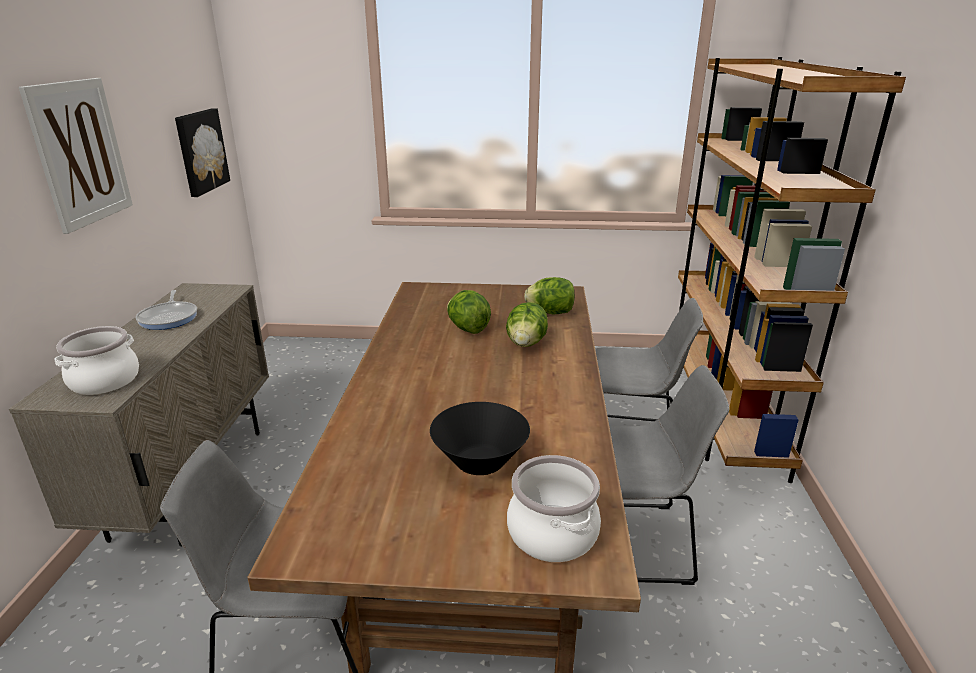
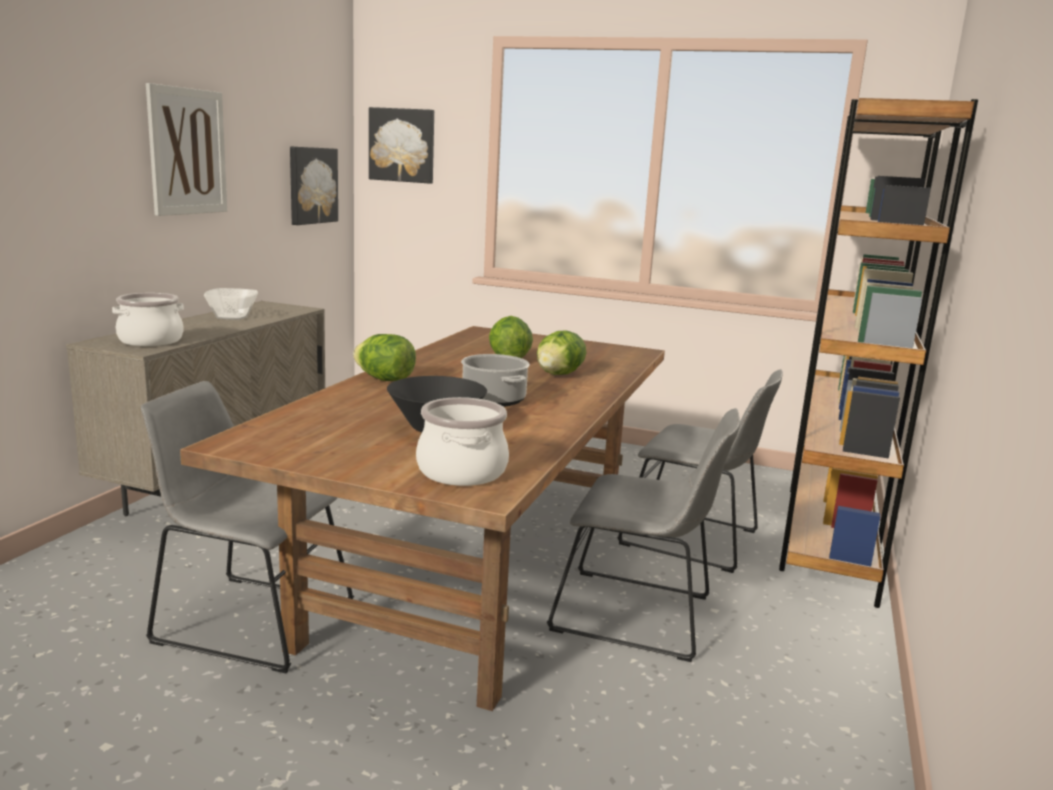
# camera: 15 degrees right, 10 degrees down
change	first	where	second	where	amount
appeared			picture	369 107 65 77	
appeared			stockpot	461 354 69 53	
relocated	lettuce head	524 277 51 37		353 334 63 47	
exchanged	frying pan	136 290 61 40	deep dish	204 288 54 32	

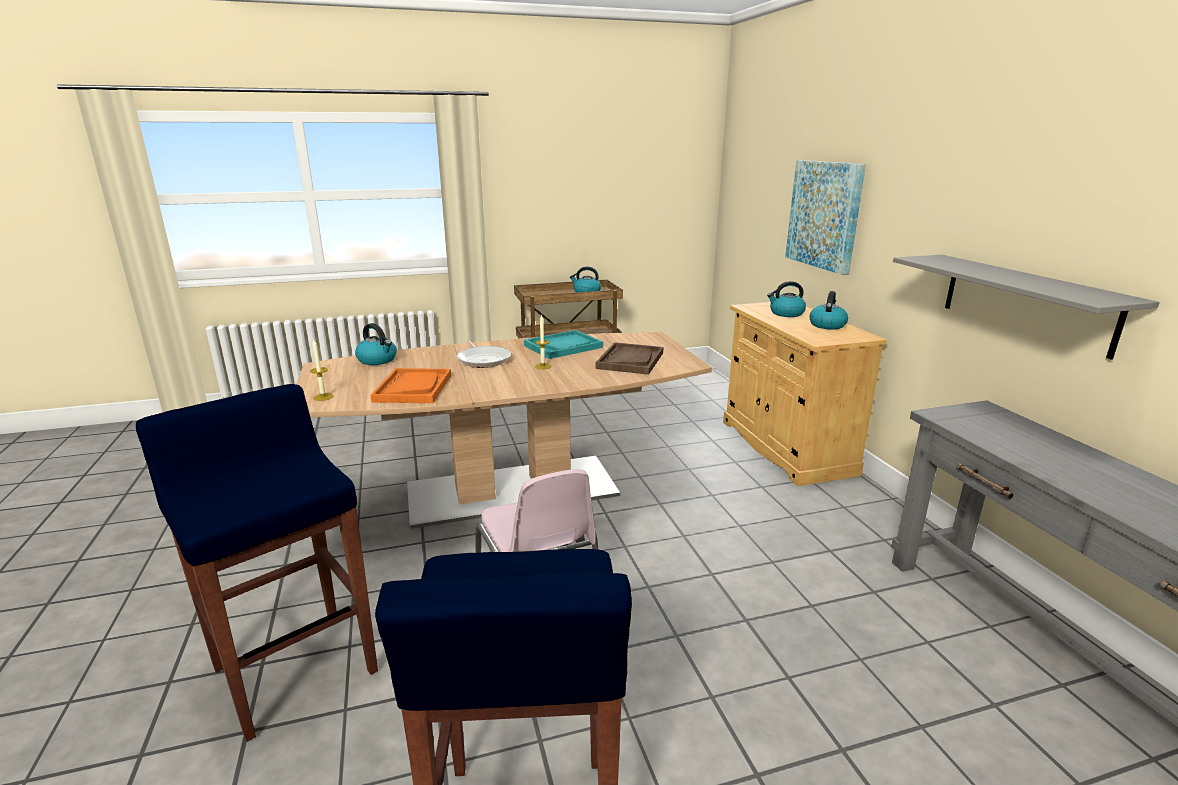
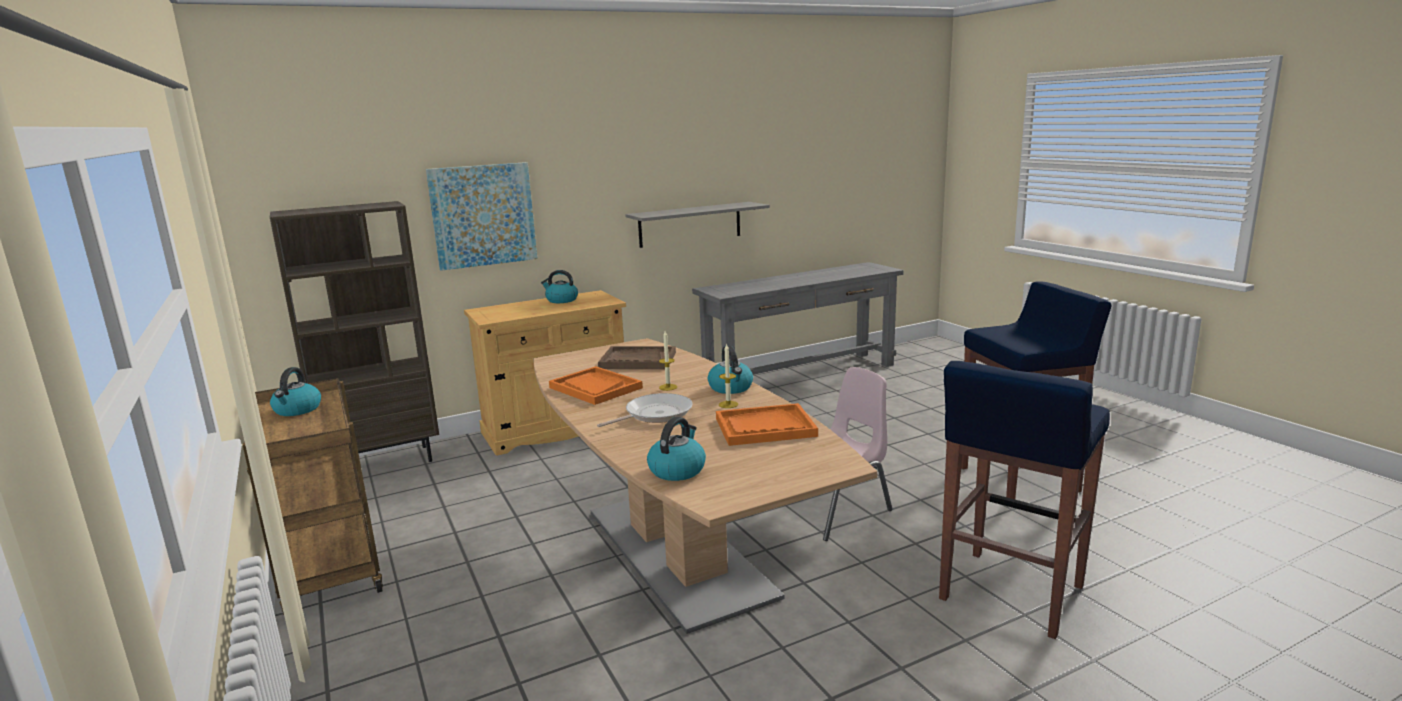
# camera: 100 degrees left, 5 degrees down
change	first	where	second	where	amount
appeared			bookshelf (brownish)	270 201 169 261	
relocated	wax candle	310 340 23 61		719 343 19 65	
relocated	kettle	767 281 39 36		708 345 45 49	
colour	tray (blue-green)	524 330 79 29	tray (orangey)	549 366 94 39	

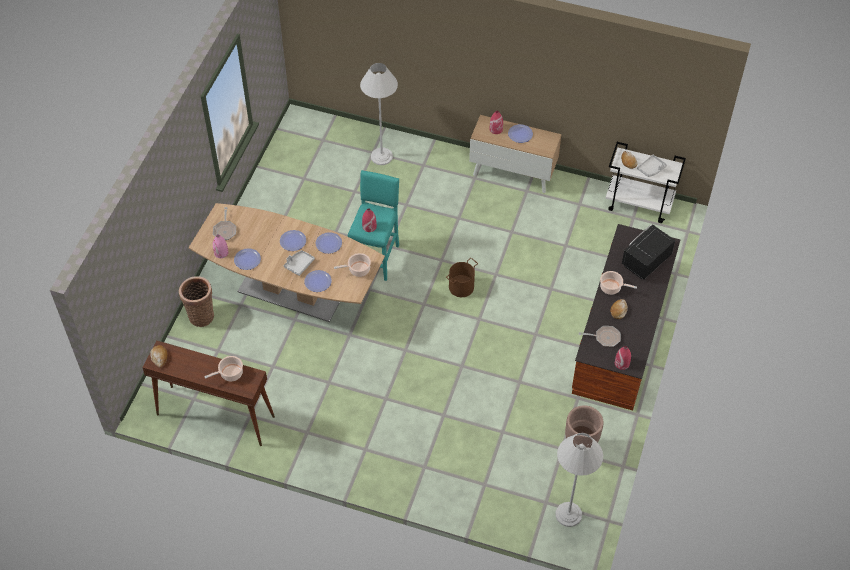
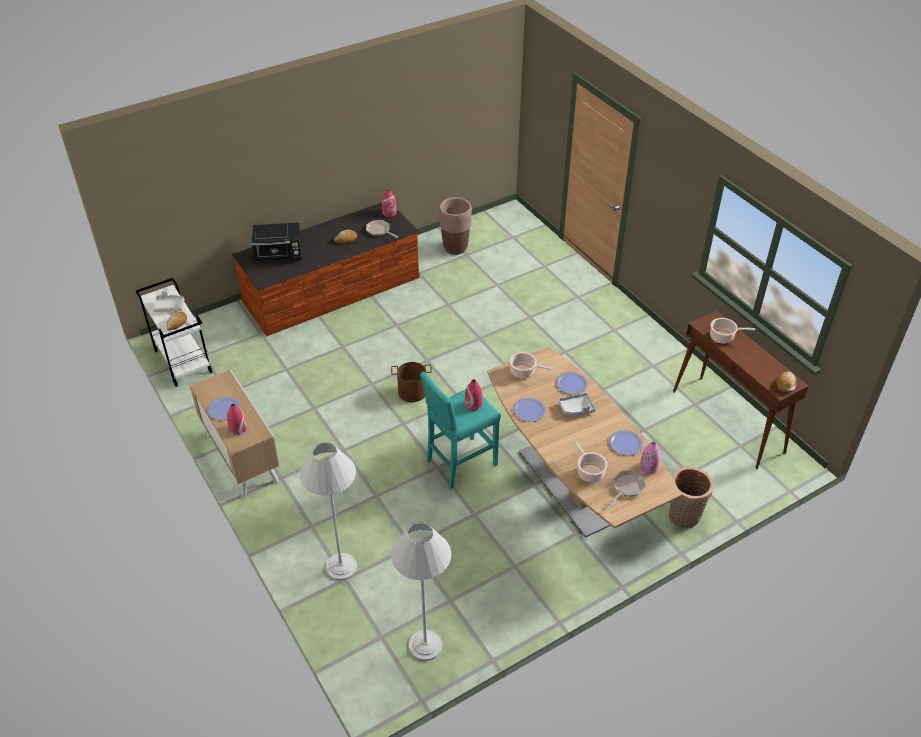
# camera: 140 degrees left, 10 degrees down
change	first	where	second	where	amount
missing	dinner plate	280 230 26 21			
relocated	floor lamp (white-coloured)	555 433 48 94		391 522 60 139	
relocated	stockpot	600 271 37 24		573 440 35 43	

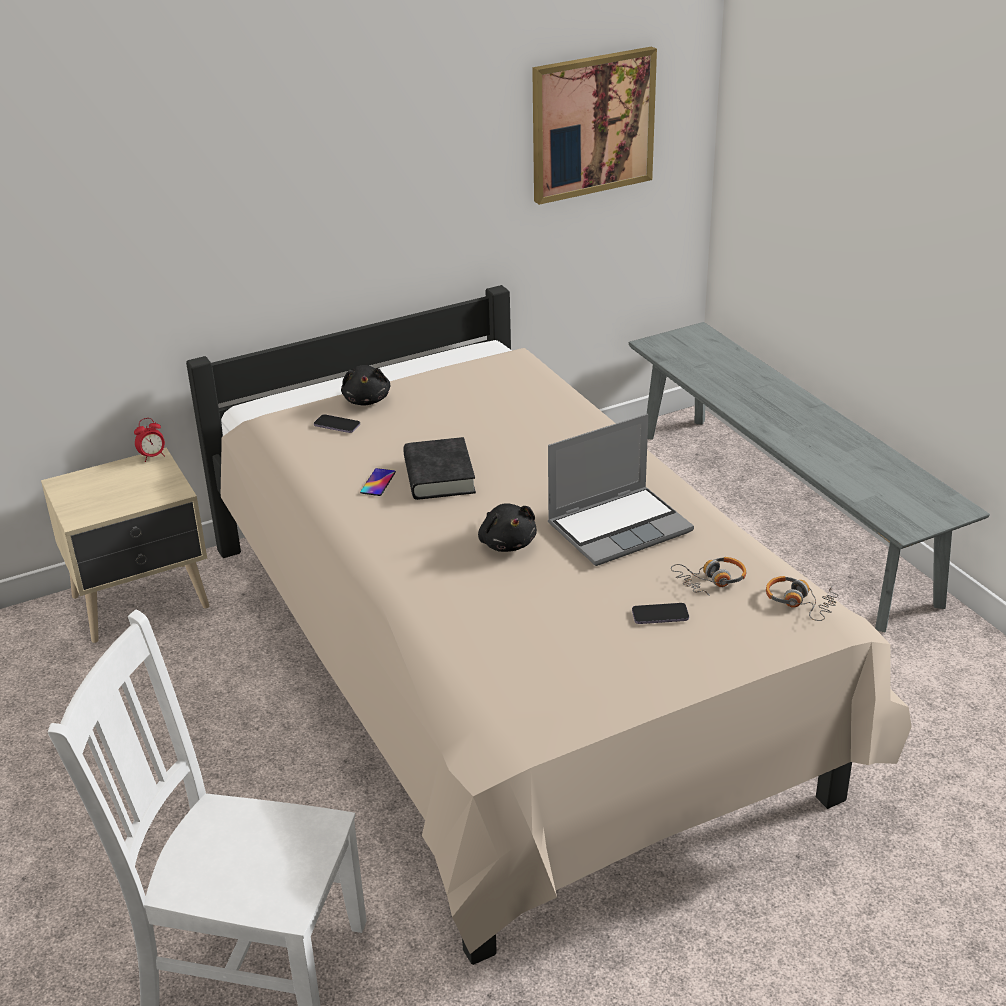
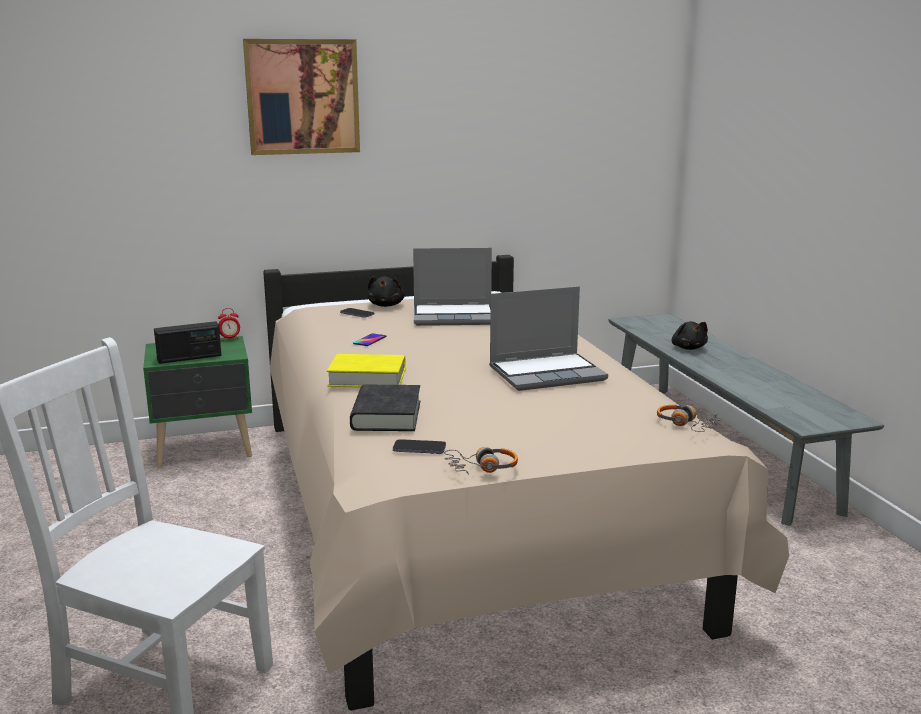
# camera: 10 degrees right, 15 degrees down
change	first	where	second	where	amount
appeared			radio set	154 321 67 43	
appeared			book (yellowish)	327 354 79 34	
appeared			portable computer	413 248 79 78	
relocated	book (blackish)	403 437 73 63		350 385 70 46	
relocated	plush toy (blackish)	478 503 59 49		672 321 36 29	
relocated	picture	532 46 125 159		243 39 117 116	
relocated	phone	632 603 57 21		393 439 53 15	
relocated	headset	671 557 75 39		444 447 74 28	
colour	nightstand (beige-coloured)	41 448 168 195	nightstand (green)	143 336 109 132	

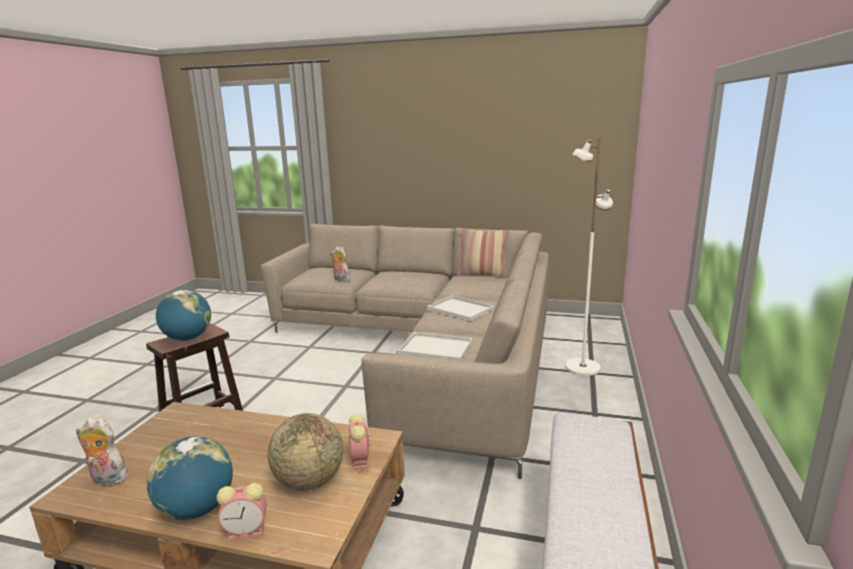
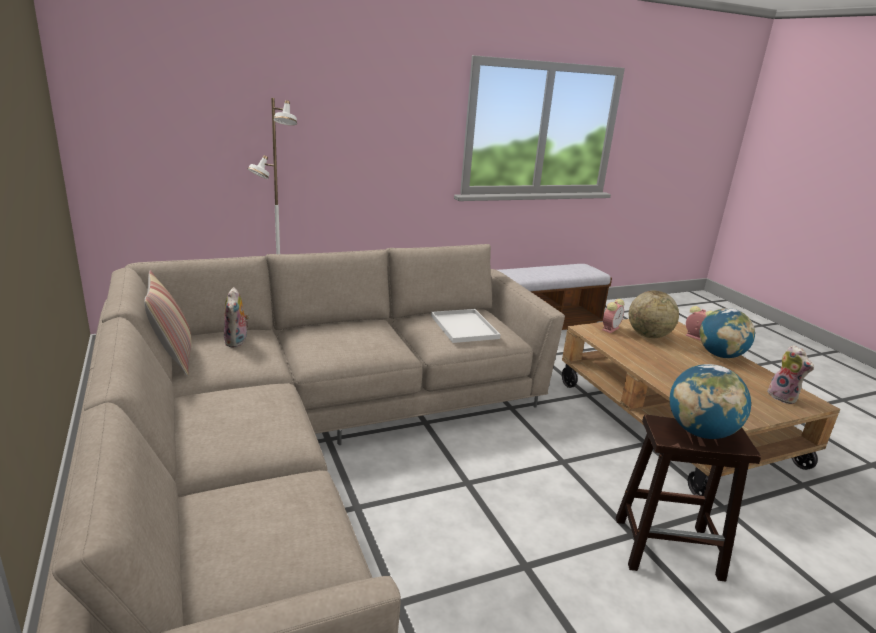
# camera: 130 degrees left, 5 degrees up
change	first	where	second	where	amount
missing	tray (white-coloured)	427 295 67 27			
relocated	plush toy	330 247 20 35		224 287 26 60	

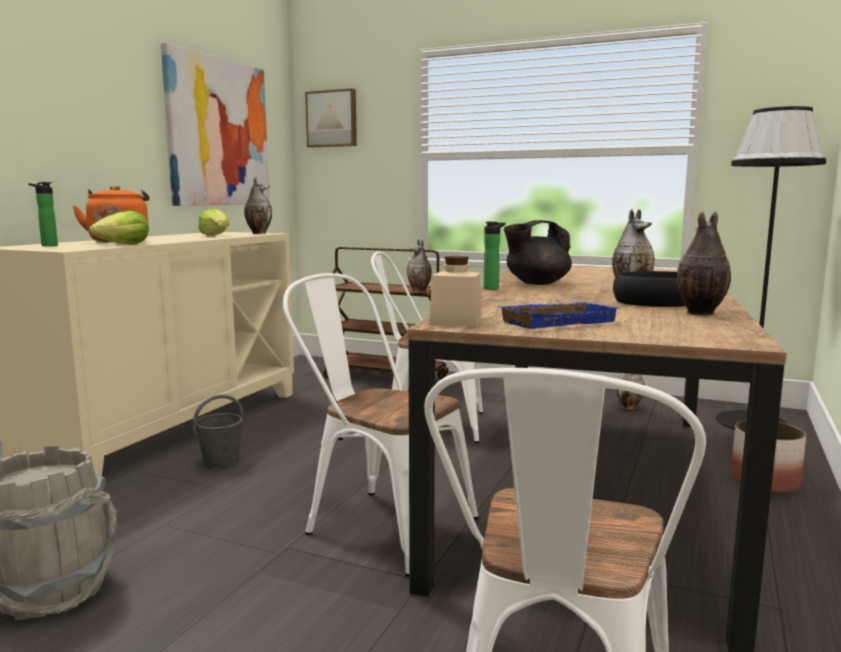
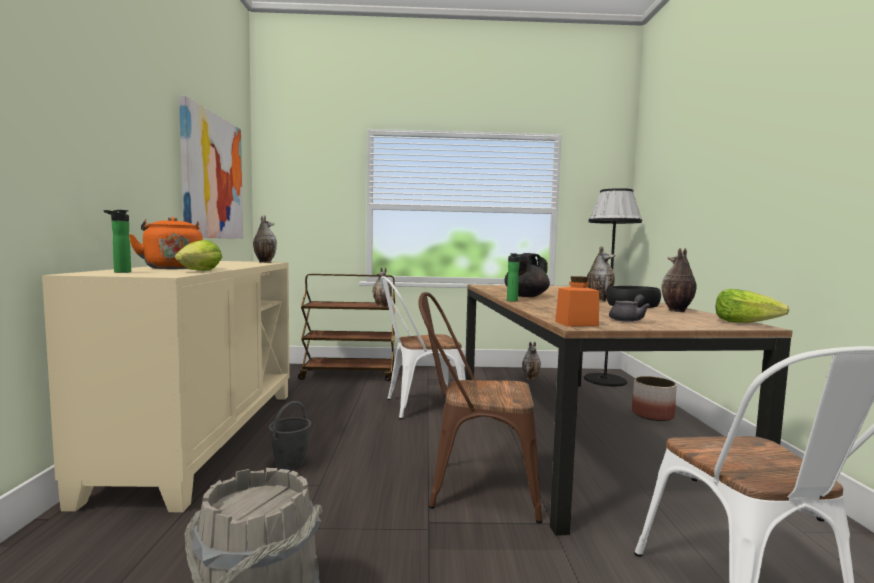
# camera: 25 degrees left, 5 degrees down
change	first	where	second	where	amount
missing	picture	305 88 52 60			
relocated	lettuce head	198 208 32 28		715 289 75 34	
exchanged	tray (blue)	497 302 122 27	teapot (grey)	609 294 41 28	
colour	plain chair (white-coloured)	283 273 196 304	plain chair (brownish)	418 292 124 231	
colour	jar (beige-coloured)	429 256 53 70	jar (orangey)	555 276 44 50	

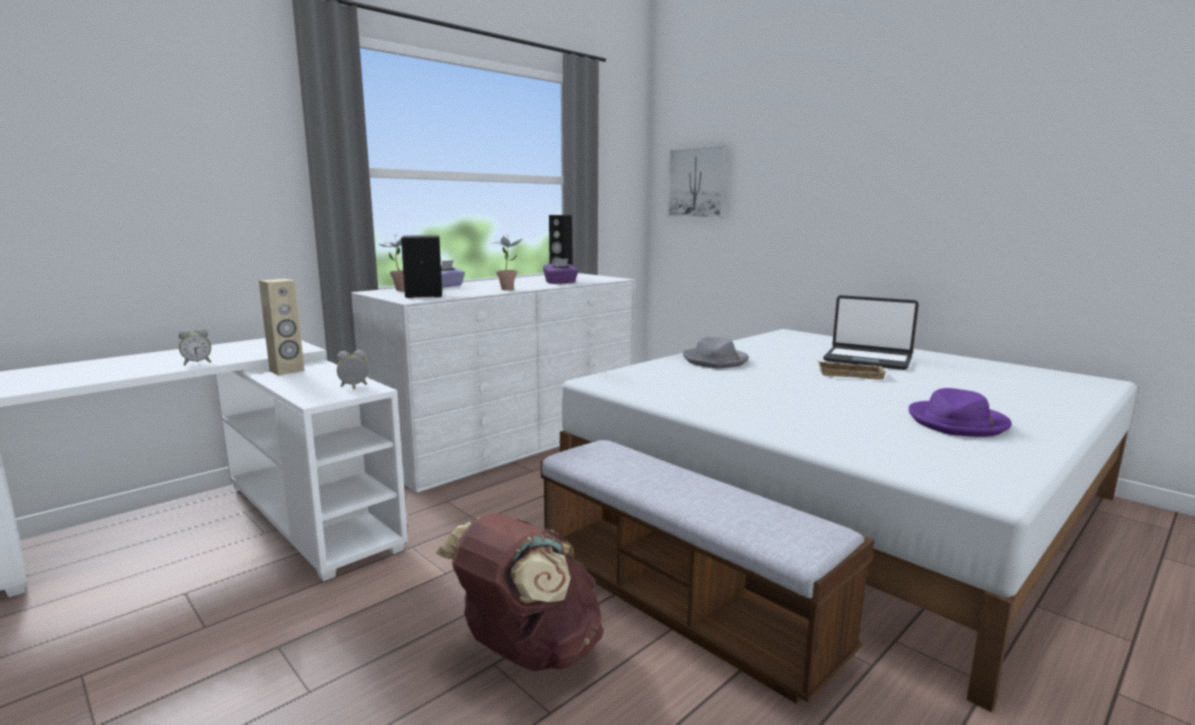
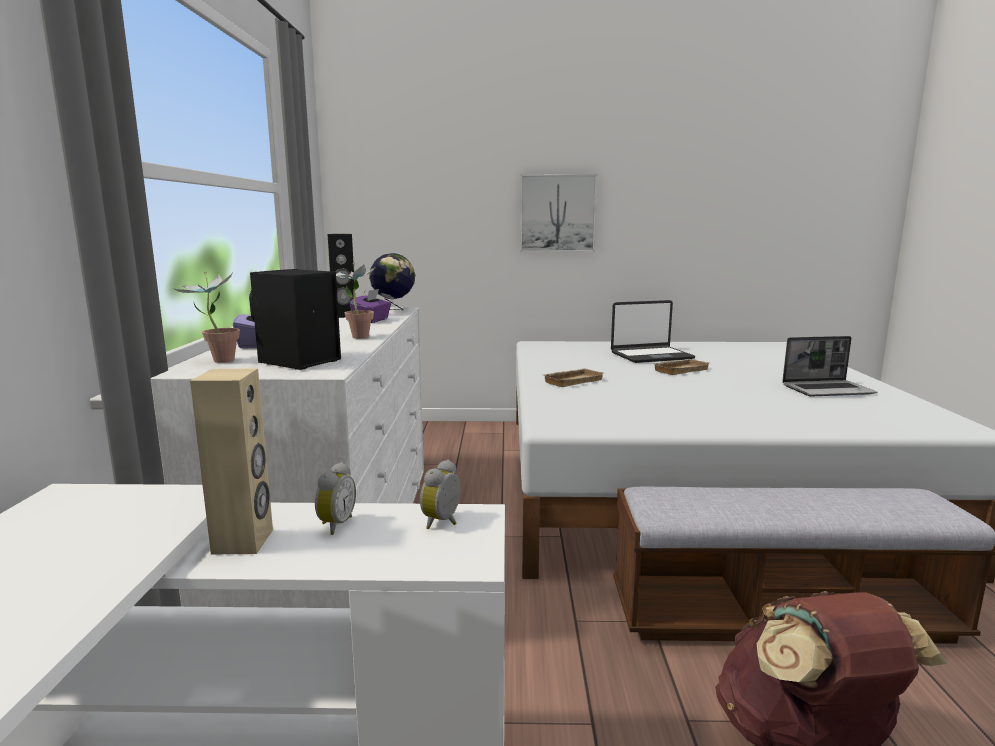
# camera: 45 degrees left, 0 degrees up
change	first	where	second	where	amount
appeared			desk globe	369 253 46 57	
relocated	alarm clock	179 329 32 36		315 462 41 73	
relocated	picture	667 145 61 74		520 174 77 78	
exchanged	hat (grey)	683 337 66 31	tray (beige-coloured)	541 368 62 19	
exchanged	hat (purple-coloured)	909 388 103 49	portable computer	782 336 95 60	

